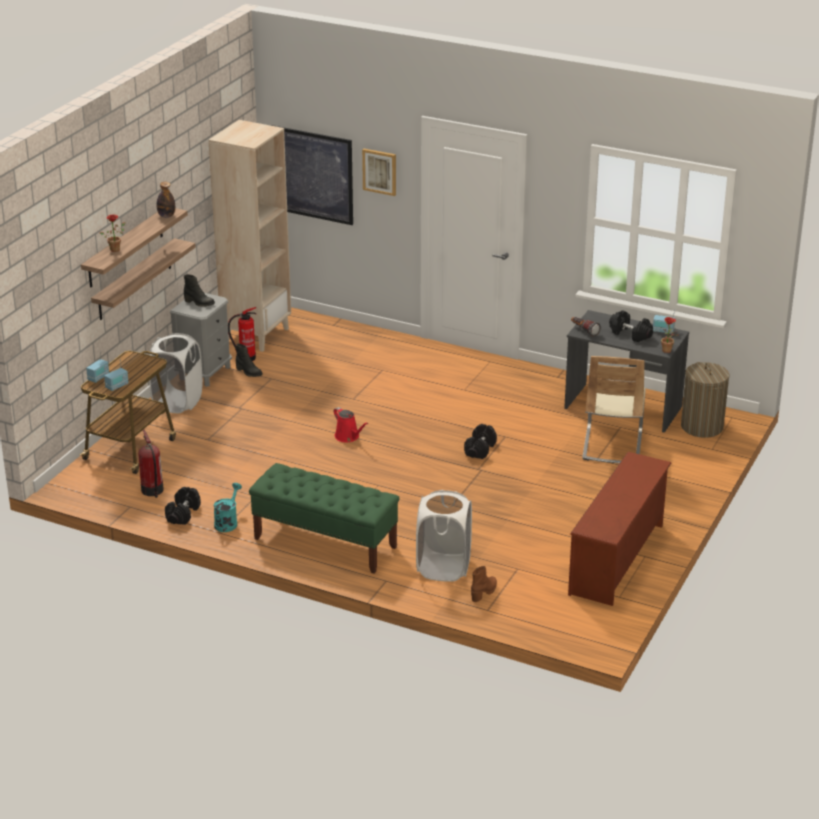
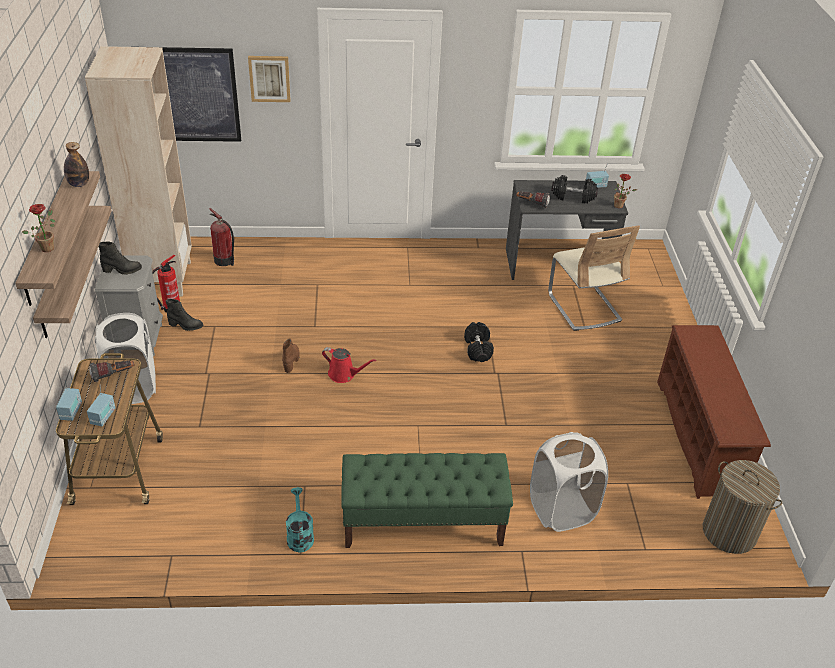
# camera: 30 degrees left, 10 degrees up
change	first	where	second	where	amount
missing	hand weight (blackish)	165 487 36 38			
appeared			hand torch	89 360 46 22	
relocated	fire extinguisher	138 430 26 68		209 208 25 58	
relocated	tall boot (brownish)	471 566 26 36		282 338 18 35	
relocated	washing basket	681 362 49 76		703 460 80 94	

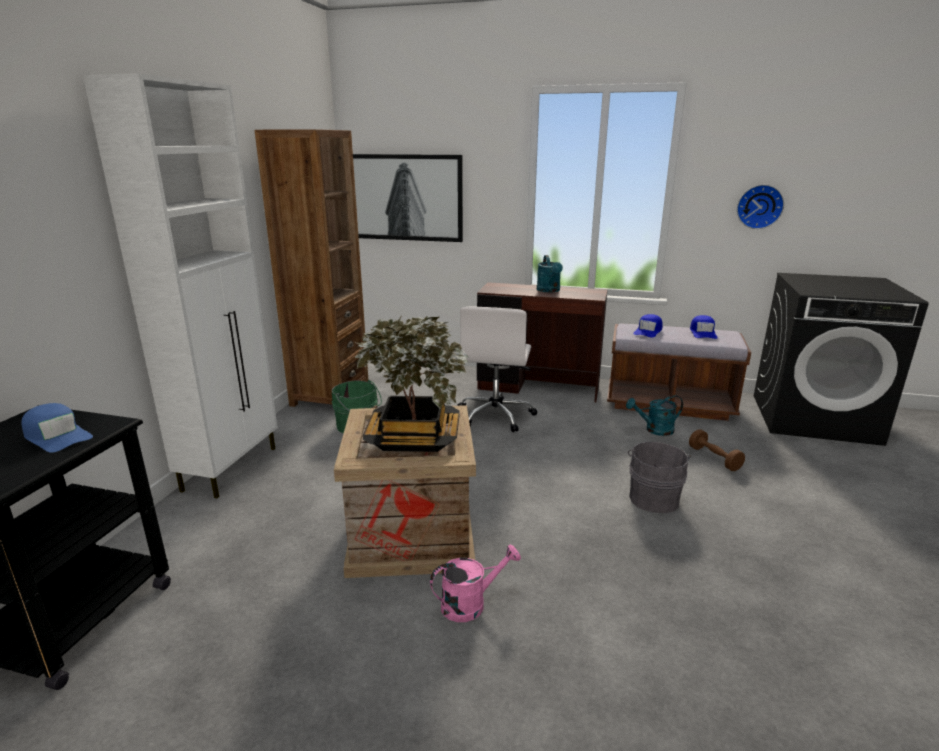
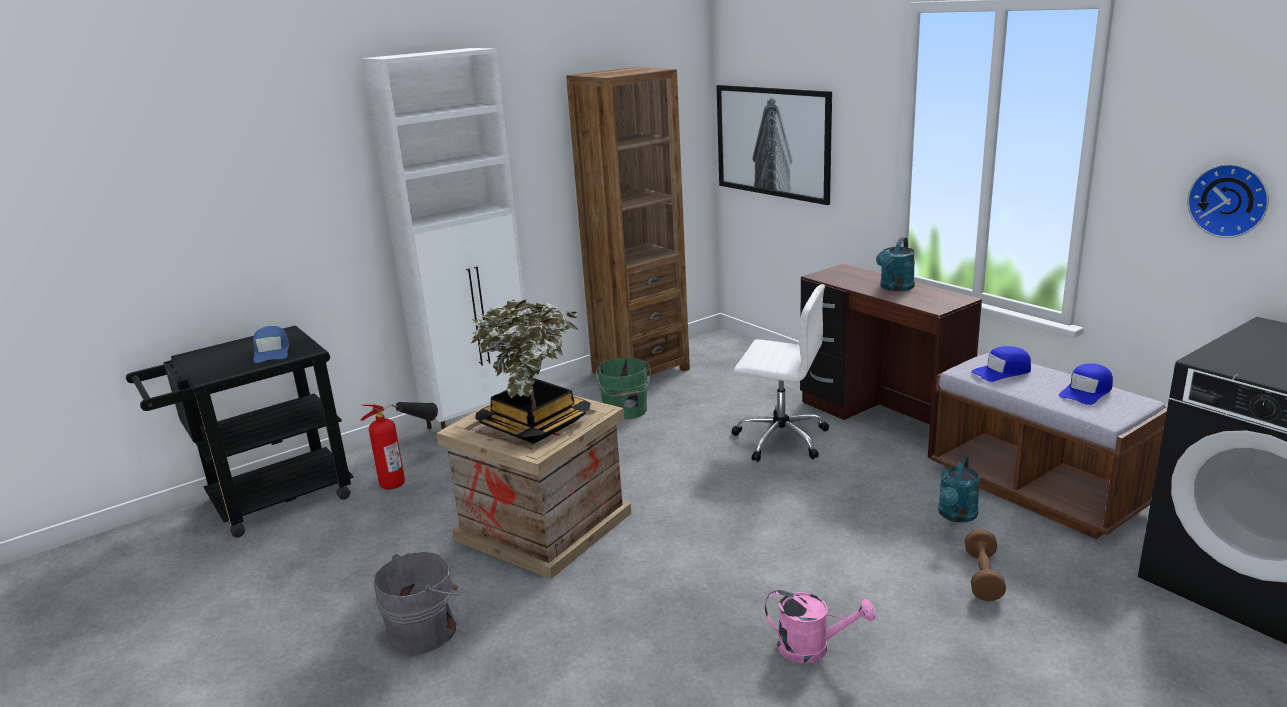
# camera: 40 degrees right, 0 degrees up
change	first	where	second	where	amount
appeared			fire extinguisher	361 402 77 87	
relocated	watering pot (pink)	430 544 91 78		765 590 111 73	
relocated	bucket (grey)	628 442 63 71		374 551 87 104	
spun	desk chair (white-coloured)	458 306 79 126		732 284 97 178	120 degrees counterclockwise
spun	watering pot (blue-green)	626 395 57 41		938 456 42 66	90 degrees counterclockwise

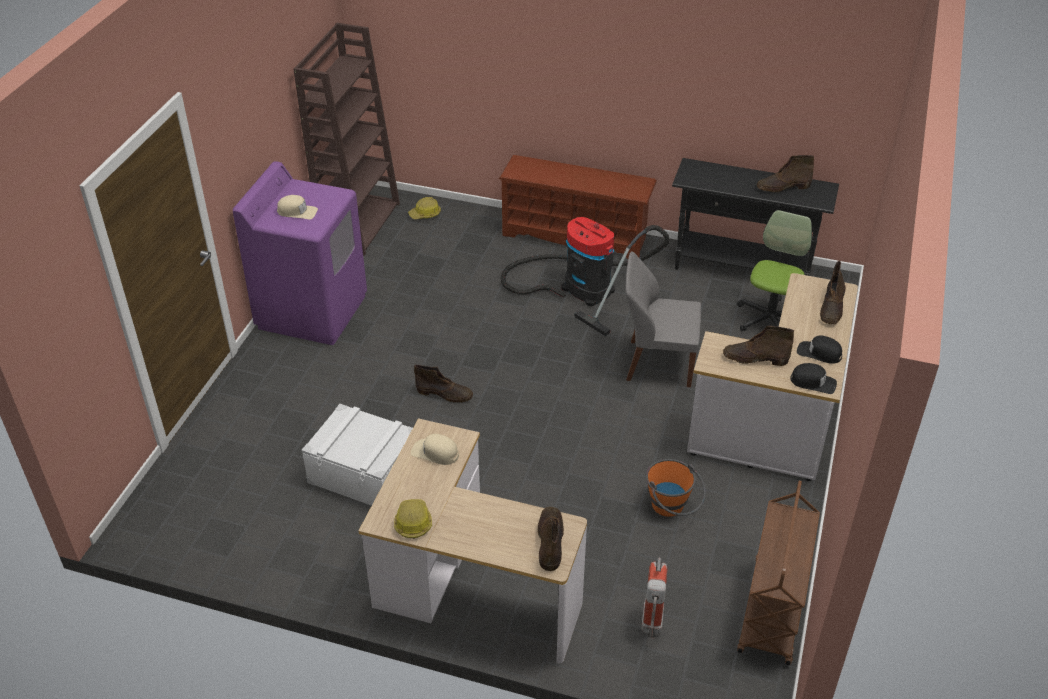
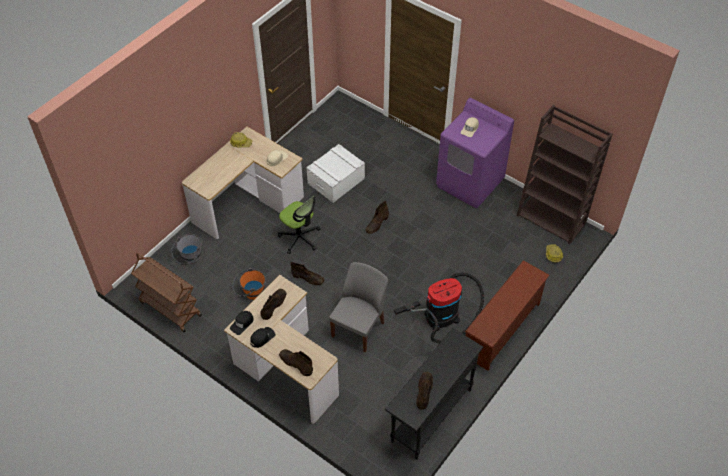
# camera: 110 degrees right, 10 degrees up
change	first	where	second	where	amount
relocated	tall boot (brownish)	537 507 27 64		290 262 34 23	
relocated	desk chair	737 210 75 121		278 195 43 59	
exchanged	fire extinguisher	641 558 26 80	bucket (grey)	171 234 31 31	

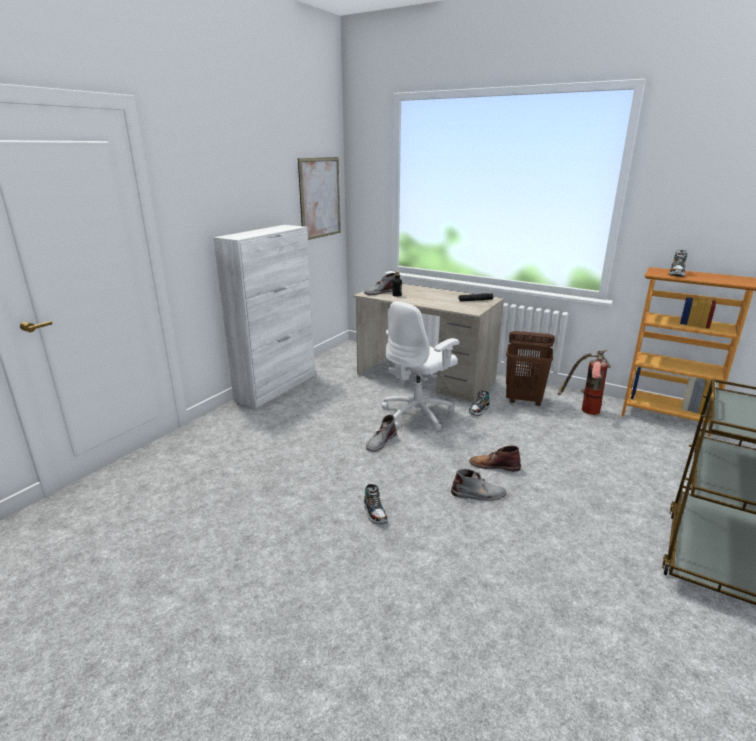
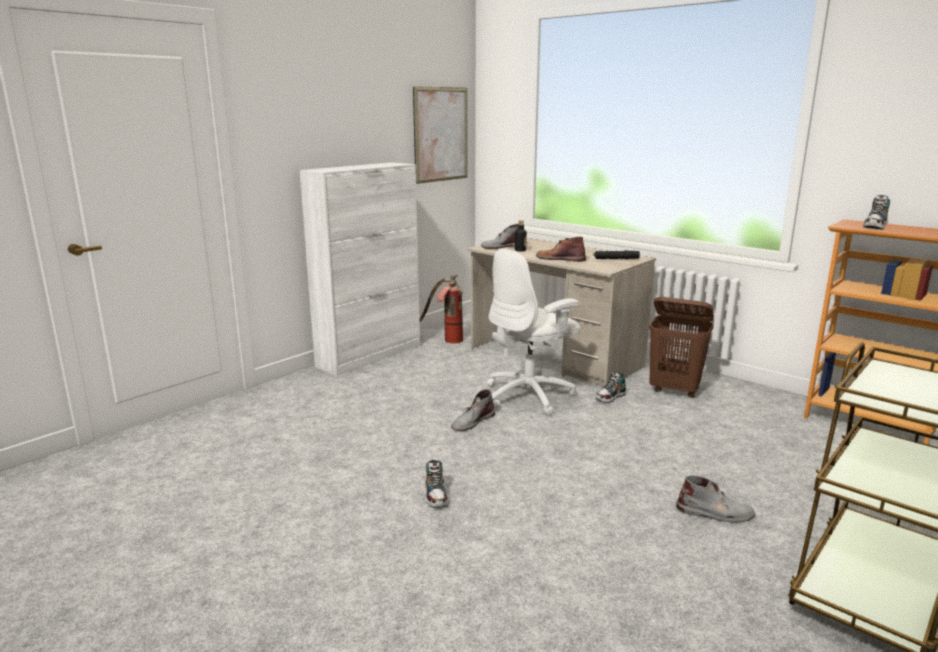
# camera: 10 degrees right, 5 degrees down
change	first	where	second	where	amount
relocated	tall boot (grey)	451 469 55 32		676 475 79 48	
relocated	tall boot (brownish)	469 445 52 27		536 237 50 25	
relocated	fire extinguisher	558 350 53 65		420 275 43 69	

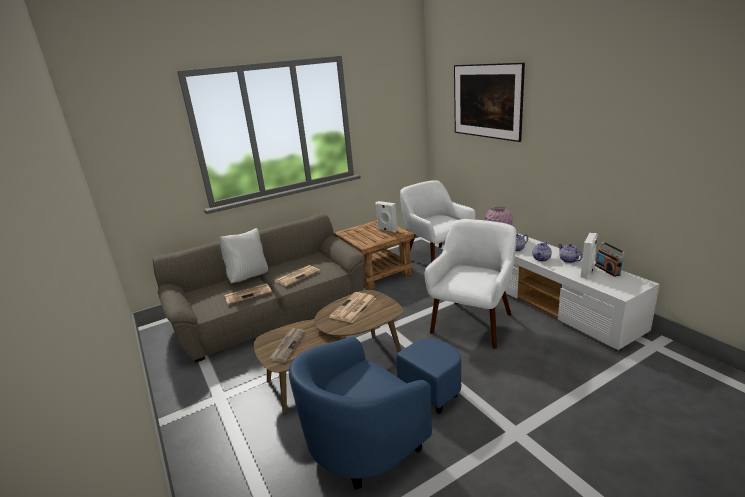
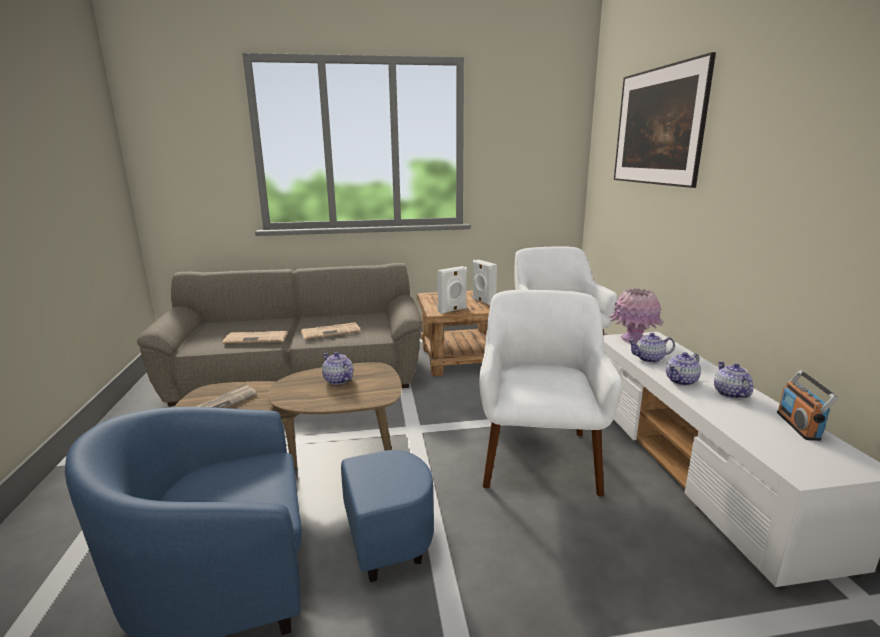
# camera: 20 degrees right, 5 degrees down
change	first	where	second	where	amount
missing	pillow (white-coloured)	220 228 48 55			
relocated	audio speaker (white-coloured)	580 233 18 46		437 266 30 48	
exchanged	daily paper	329 292 47 31	teapot	322 352 31 33	
spun	easy chair (white-coloured)	424 219 92 130		479 290 143 207	45 degrees counterclockwise

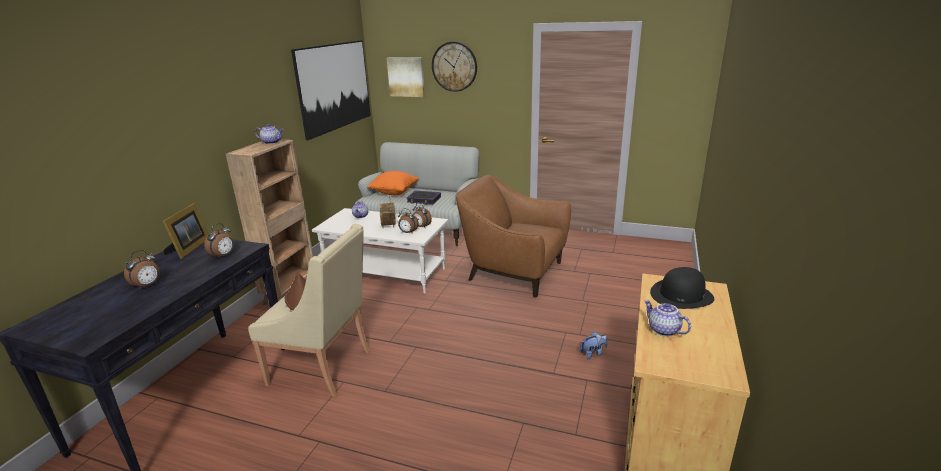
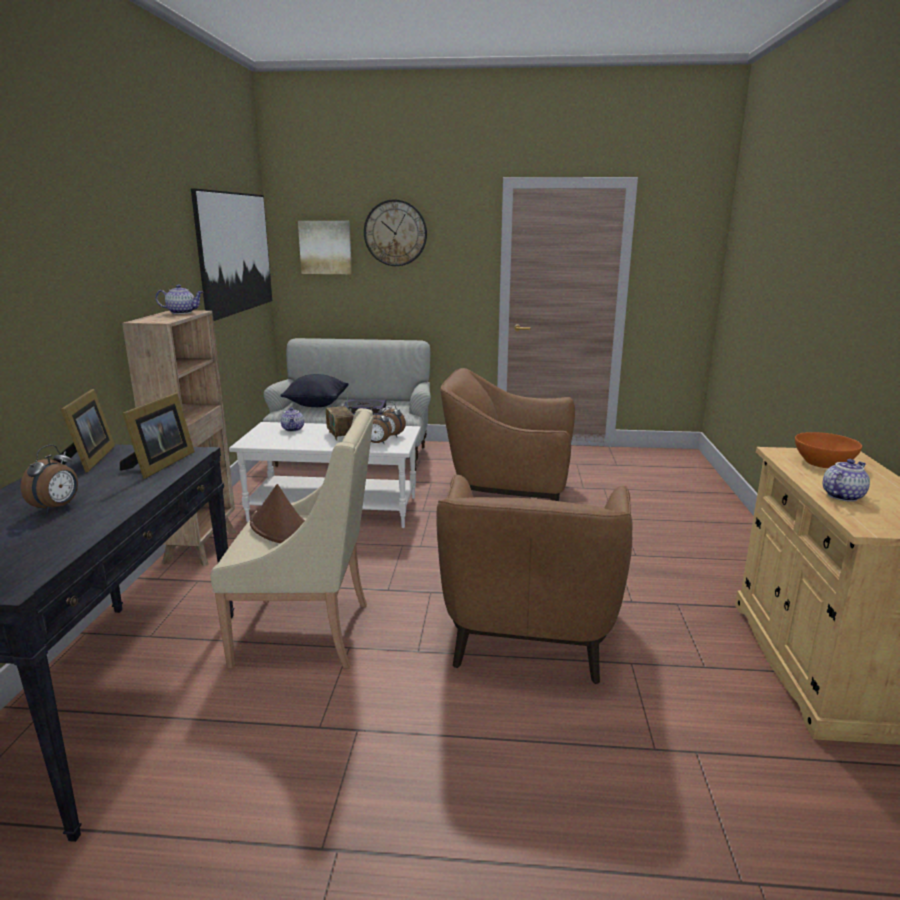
# camera: 15 degrees left, 5 degrees down
change	first	where	second	where	amount
missing	plush toy	580 332 27 28			
appeared			easy chair (brownish)	437 475 195 209	
exchanged	alarm clock	204 223 30 36	standing frame	120 392 75 87	
exchanged	hat (blackish)	650 267 64 42	deep dish (orangey)	795 432 67 36	
colour	pillow (orangey)	367 171 52 24	pillow (blackish)	281 374 67 33	
spun	teapot	644 300 47 36		823 459 47 43	105 degrees clockwise

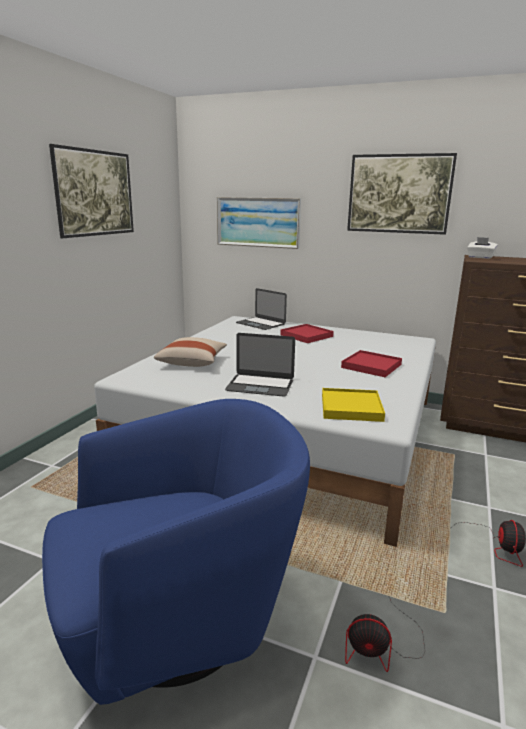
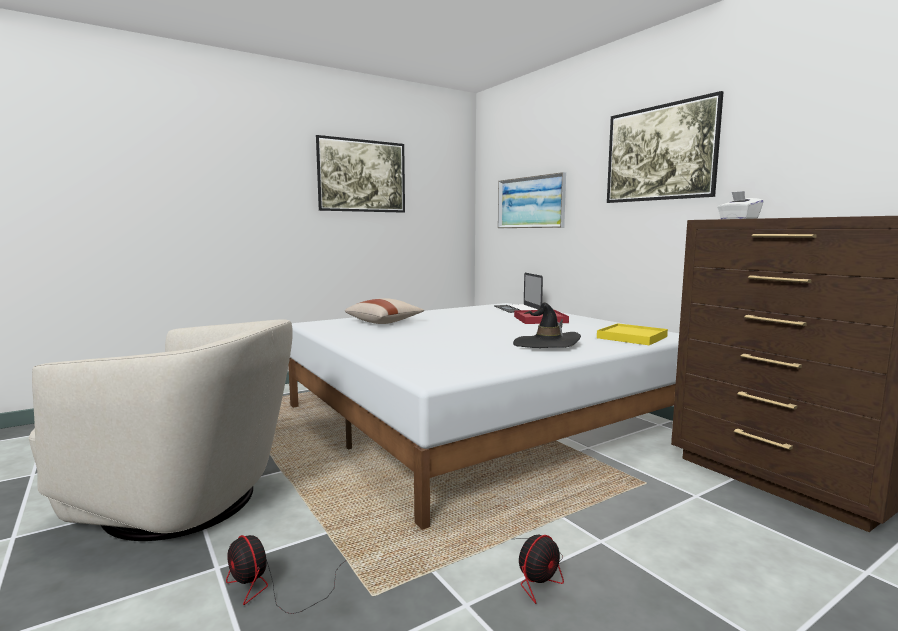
# camera: 35 degrees right, 10 degrees down
change	first	where	second	where	amount
missing	portable computer	225 333 70 64			
relocated	tray (yellowish)	322 388 63 34		597 323 71 22	
exchanged	tray (red)	341 350 61 27	hat (blackish)	513 303 68 45	
colour	easy chair (blue)	42 399 268 306	easy chair (beige-coloured)	28 319 265 222	

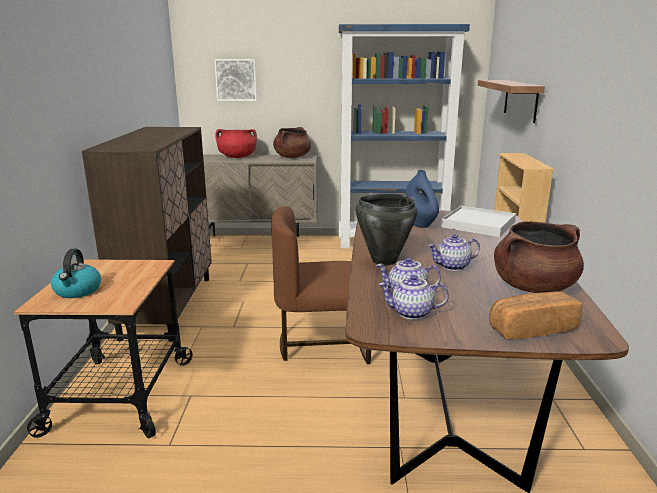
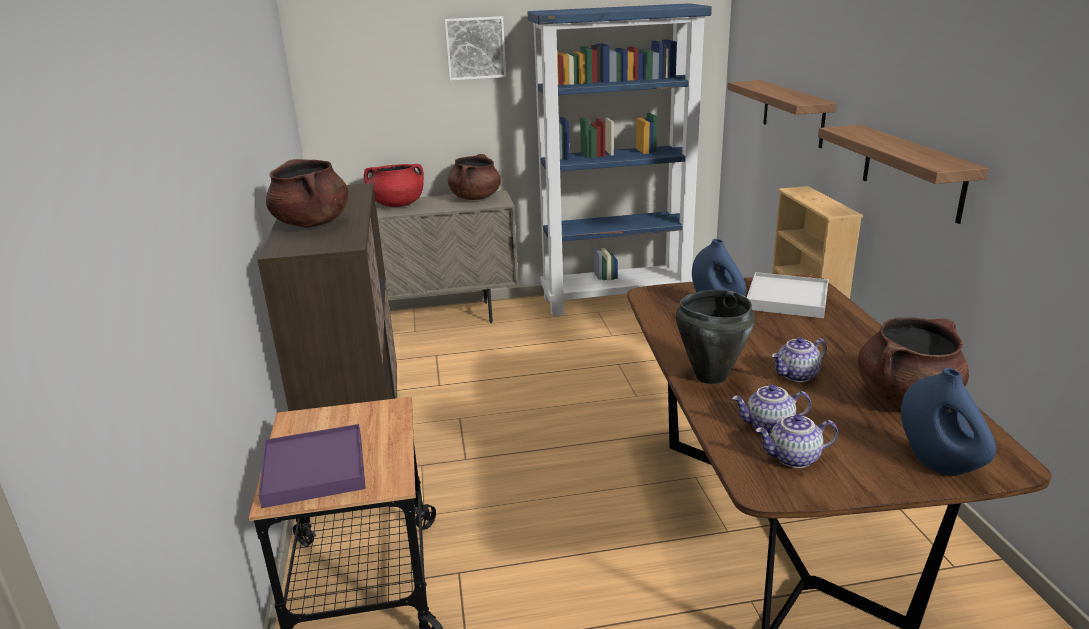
# camera: 10 degrees left, 5 degrees up
change	first	where	second	where	amount
missing	plain chair (brownish)	271 206 100 158			
appeared			stockpot (brownish)	266 159 82 69	
appeared			bracket shelf	818 125 171 99	
relocated	picture	214 59 43 42		444 16 62 65	
exchanged	kettle	51 249 50 49	tray (purple-coloured)	259 424 107 84	
exchanged	baked bread	489 291 93 49	vase (blue)	901 368 95 108	

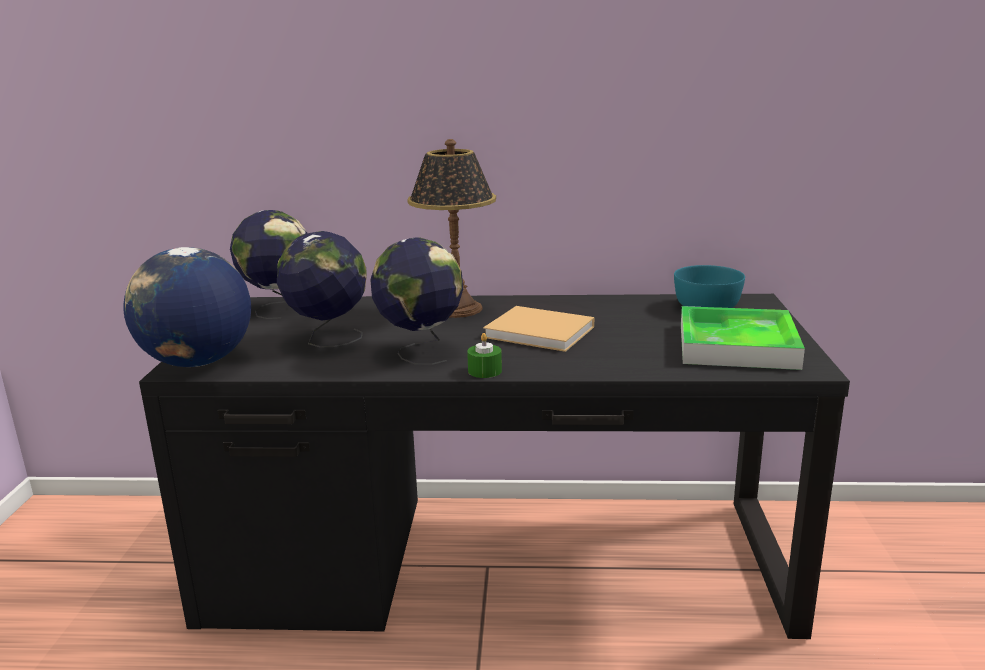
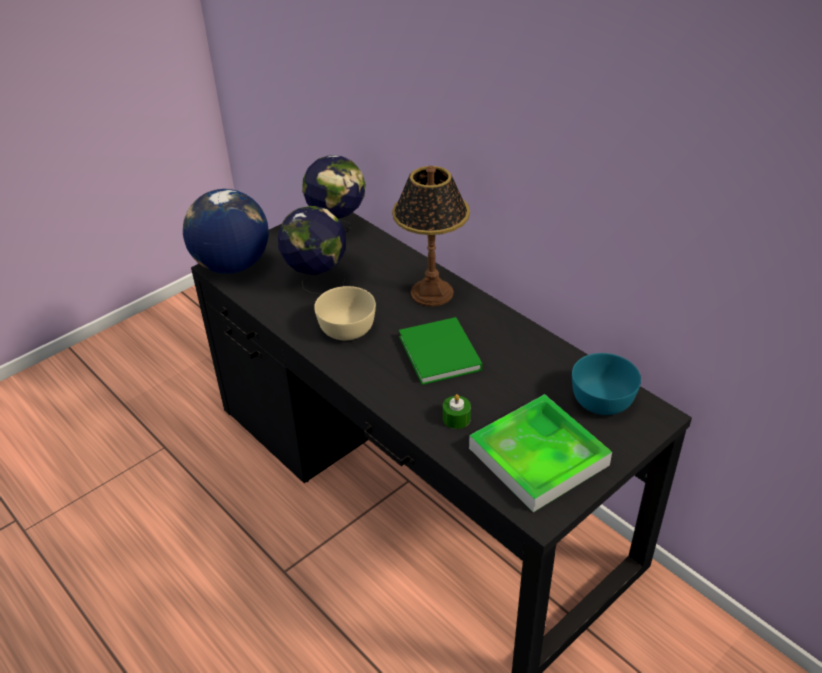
# camera: 45 degrees right, 20 degrees up
change	first	where	second	where	amount
relocated	wax candle (green)	467 333 35 45		443 394 28 35	
exchanged	desk globe	370 237 93 128	deep dish (beige-coloured)	314 286 62 54	
colour	book (beige-coloured)	483 306 111 46	book (green)	399 317 83 68	

